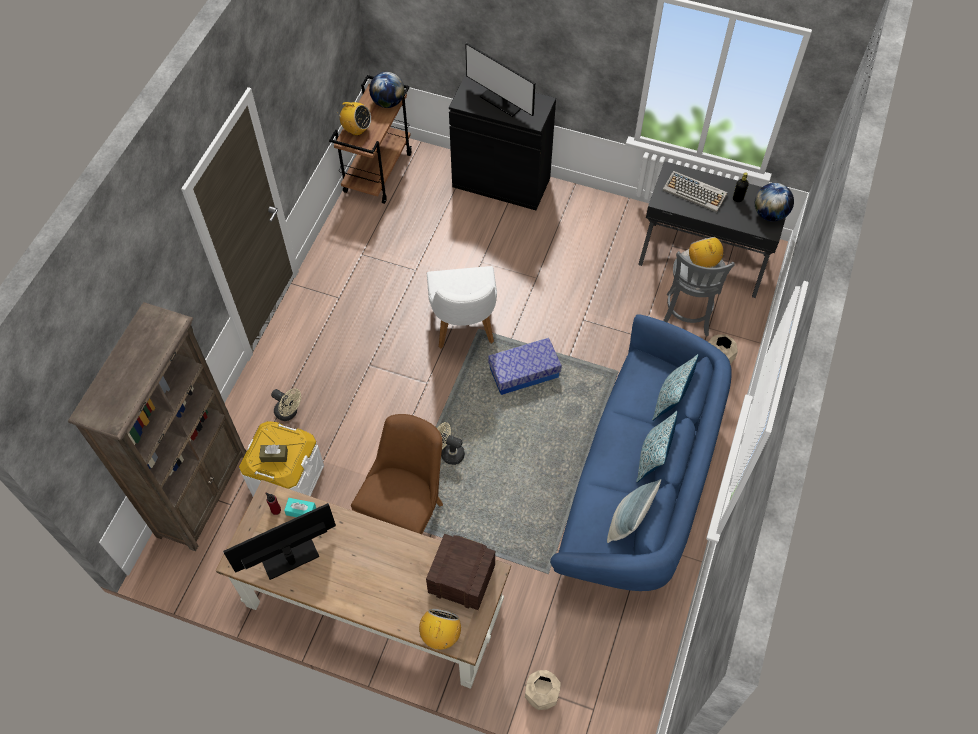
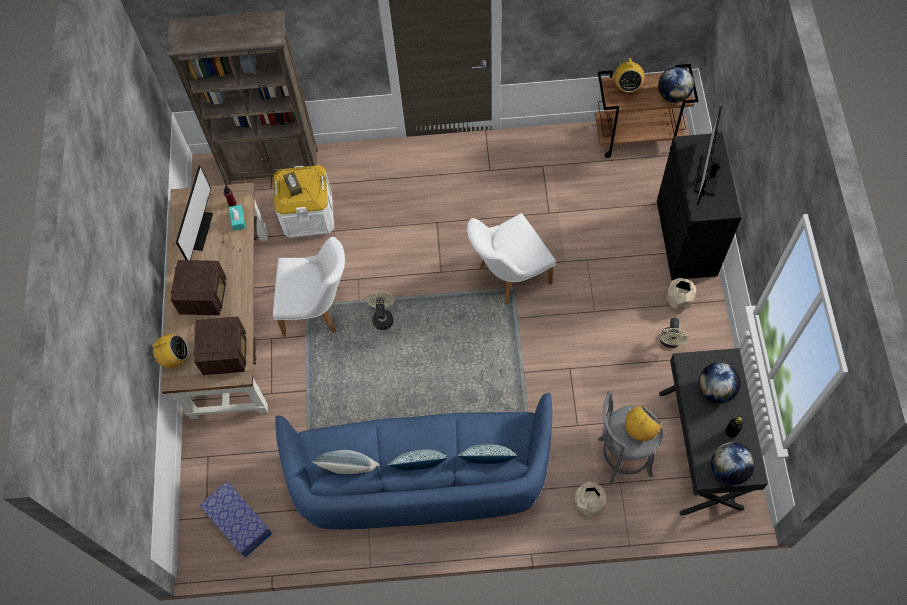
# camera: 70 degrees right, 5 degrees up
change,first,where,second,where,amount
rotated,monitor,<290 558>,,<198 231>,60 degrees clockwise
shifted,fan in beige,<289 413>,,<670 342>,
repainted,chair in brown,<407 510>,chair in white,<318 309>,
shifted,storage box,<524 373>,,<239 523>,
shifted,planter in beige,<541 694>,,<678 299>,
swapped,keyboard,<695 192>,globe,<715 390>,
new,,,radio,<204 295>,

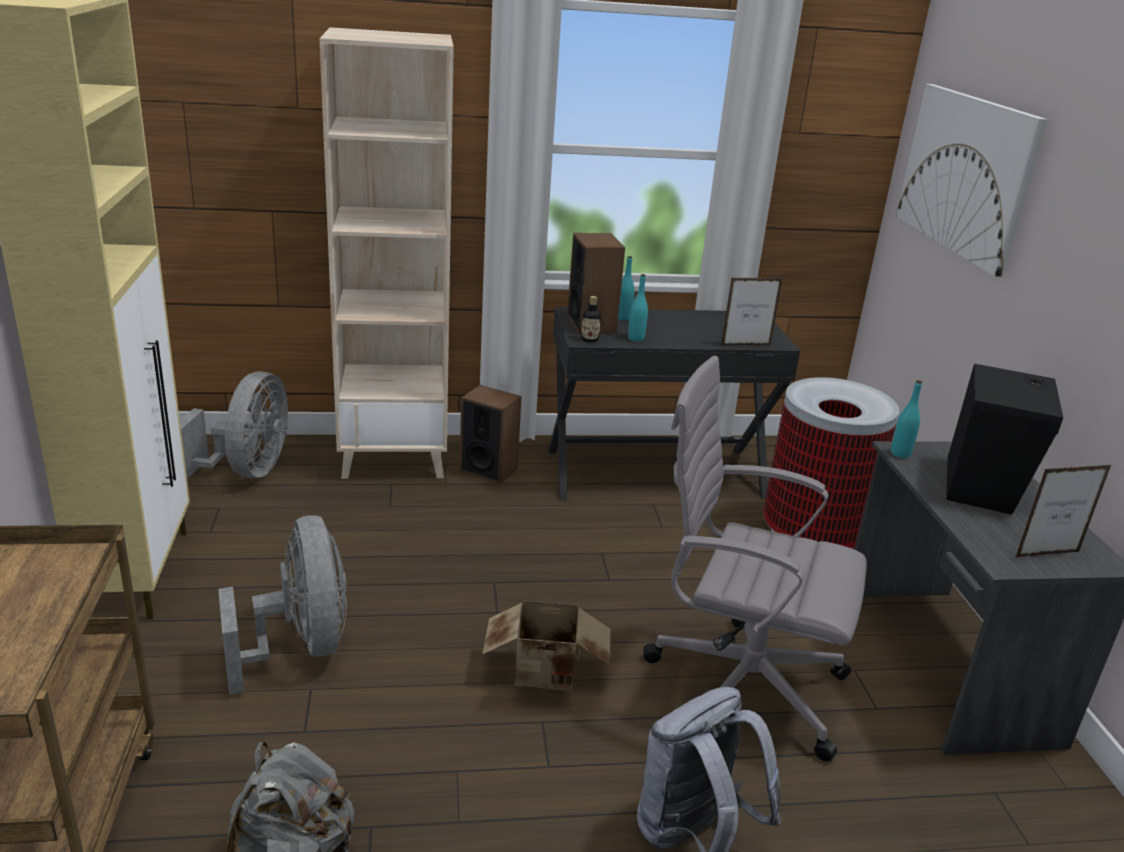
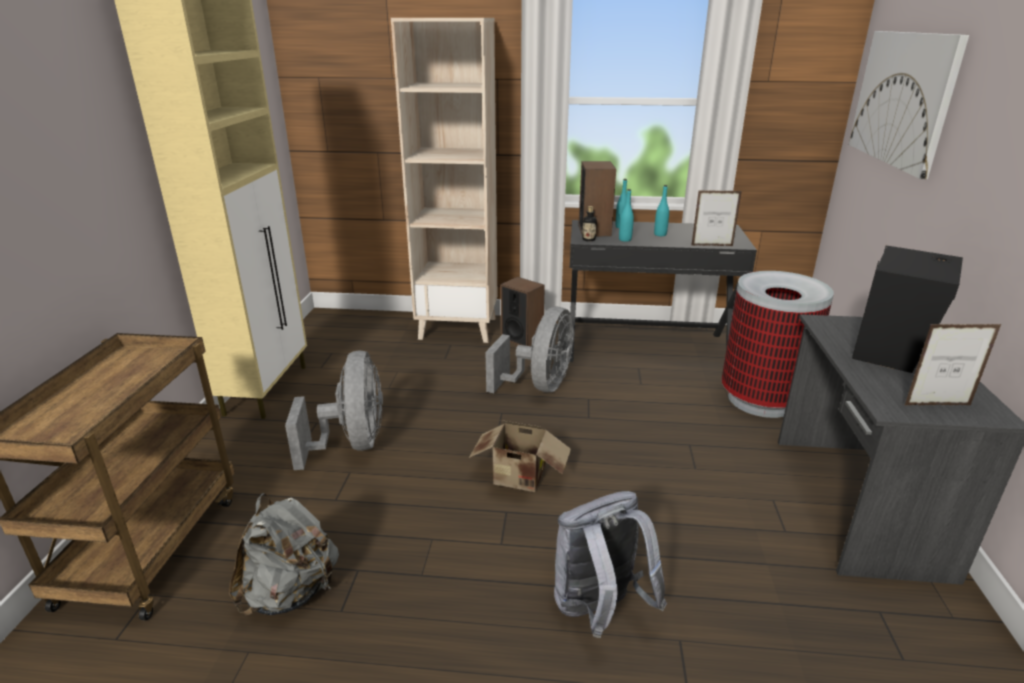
# camera: 15 degrees right, 0 degrees up
change,first,where,second,where,amount
shifted,fan in grey,<246 471>,,<539 386>,
gone,office chair in grey,<739 686>,,,
shifted,bottle in turquoise,<900 453>,,<660 234>,

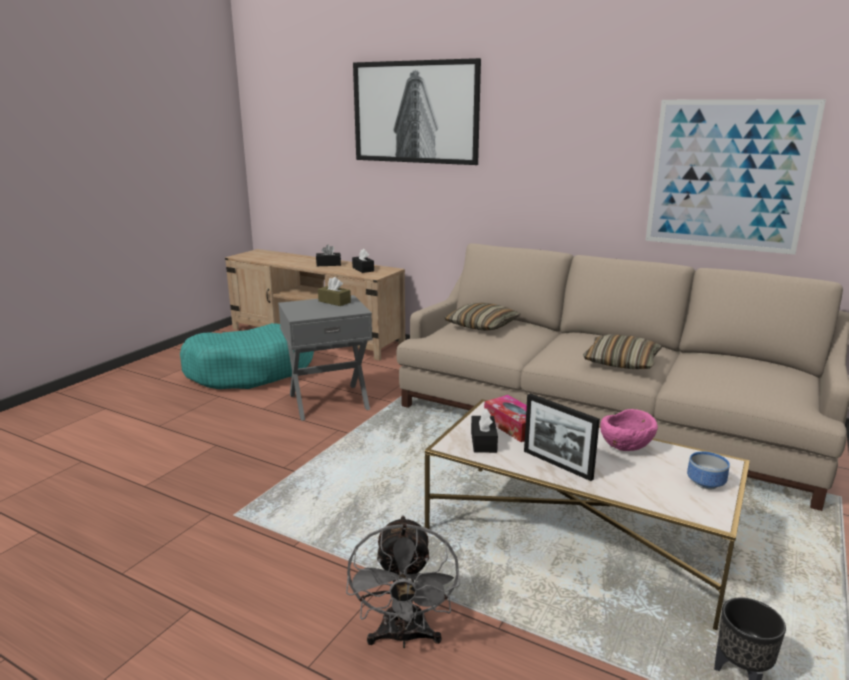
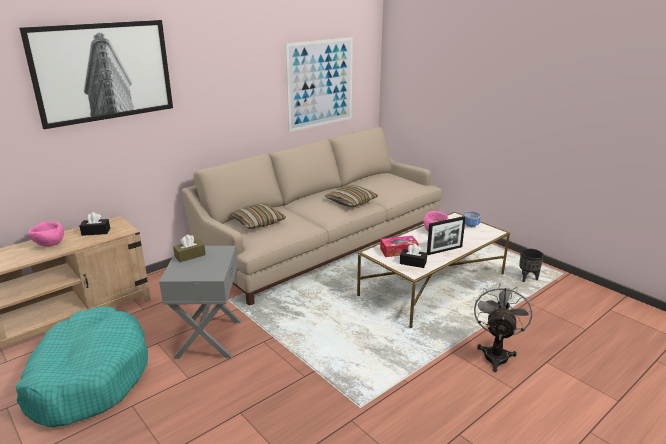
# camera: 70 degrees left, 5 degrees up
change,first,where,second,where,amount
swapped,tissue box in black,<328 264>,bowl in pink,<49 244>,
rotated,fan in grey,<404 637>,,<496 353>,90 degrees counterclockwise

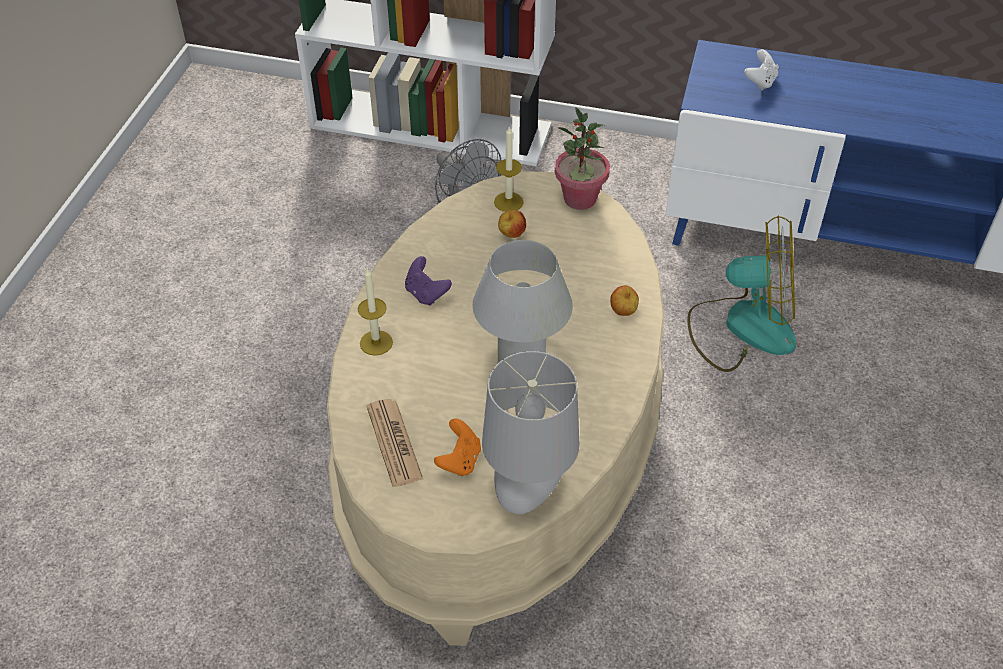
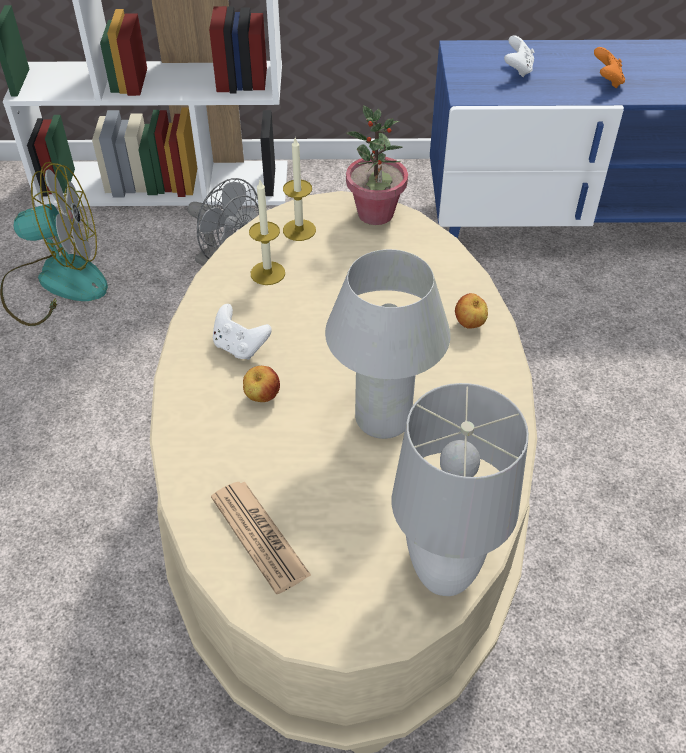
# camera: 15 degrees left, 0 degrees up
change,first,where,second,where,amount
shifted,candle,<376 343>,,<267 273>,
repainted,game controller in purple,<426 293>,game controller in white,<240 347>,
shifted,game controller in orange,<459 460>,,<606 81>,
shifted,apple,<511 234>,,<262 397>,
shifted,fan,<742 327>,,<55 282>,

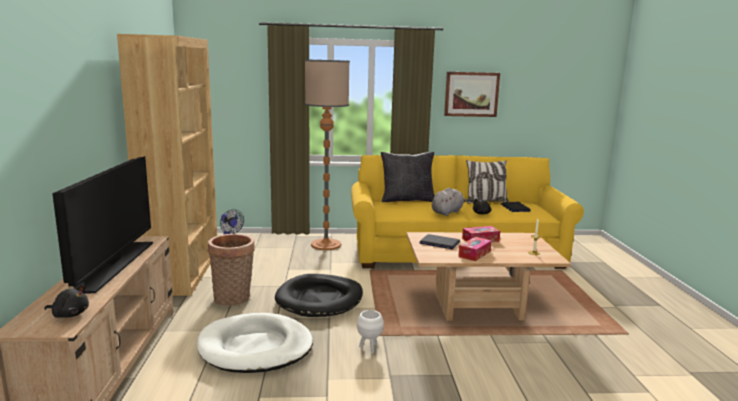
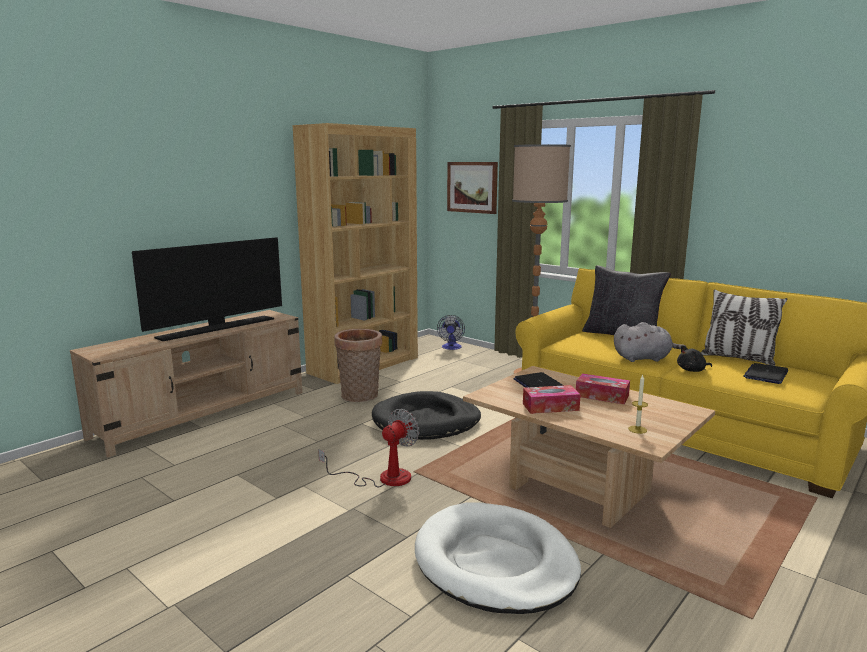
# camera: 45 degrees right, 0 degrees up
change,first,where,second,where,amount
gone,plush toy in black,<69 314>,,,
shifted,dog bed in white,<255 347>,,<495 563>,
swapped,planter in white,<369 348>,fan,<383 478>,
shifted,picture,<471 94>,,<472 187>,

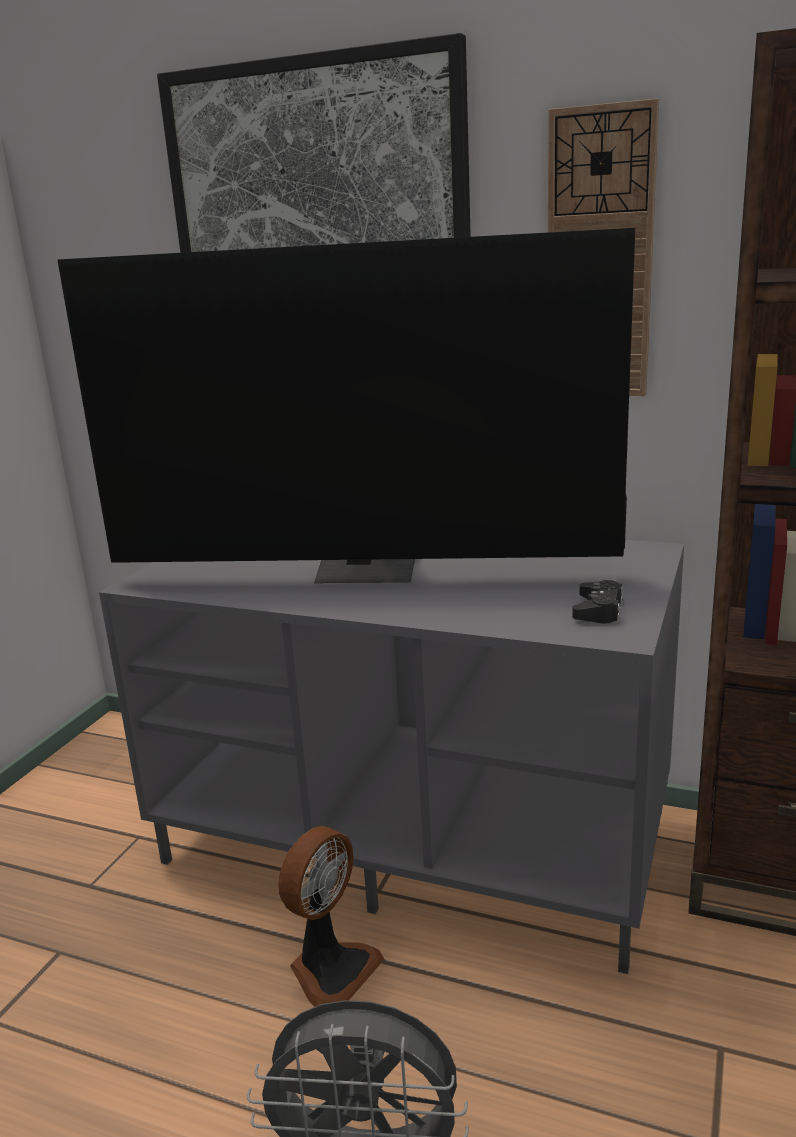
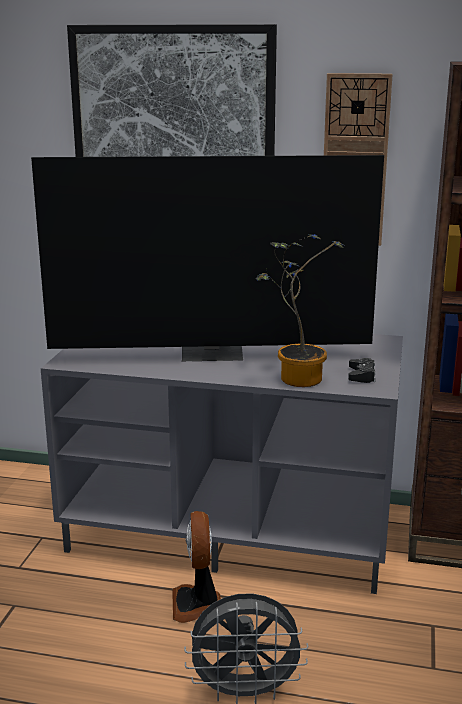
# camera: 10 degrees left, 0 degrees up
change,first,where,second,where,amount
rotated,fan,<331 970>,,<197 603>,150 degrees clockwise
new,,,potted plant,<296 377>,

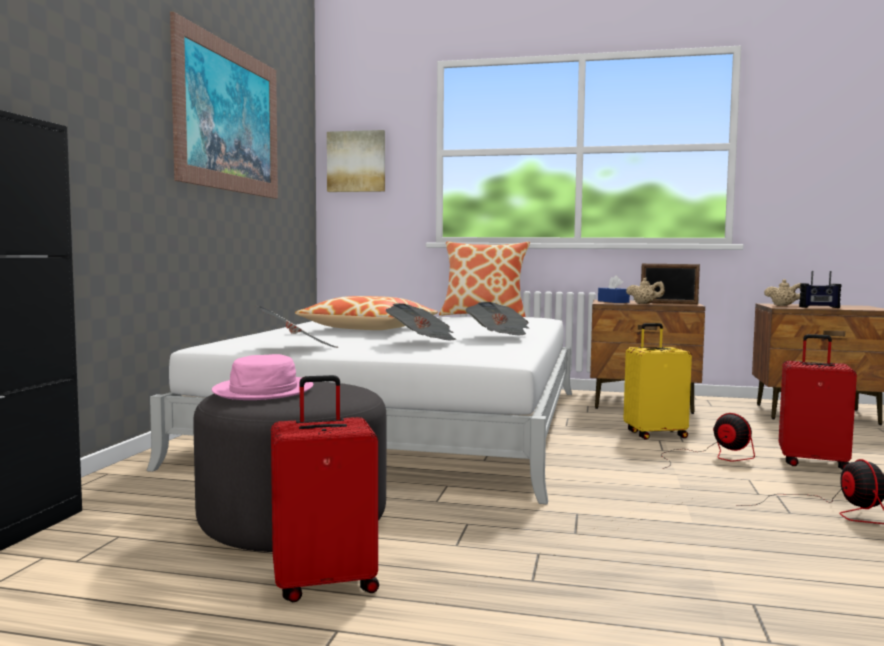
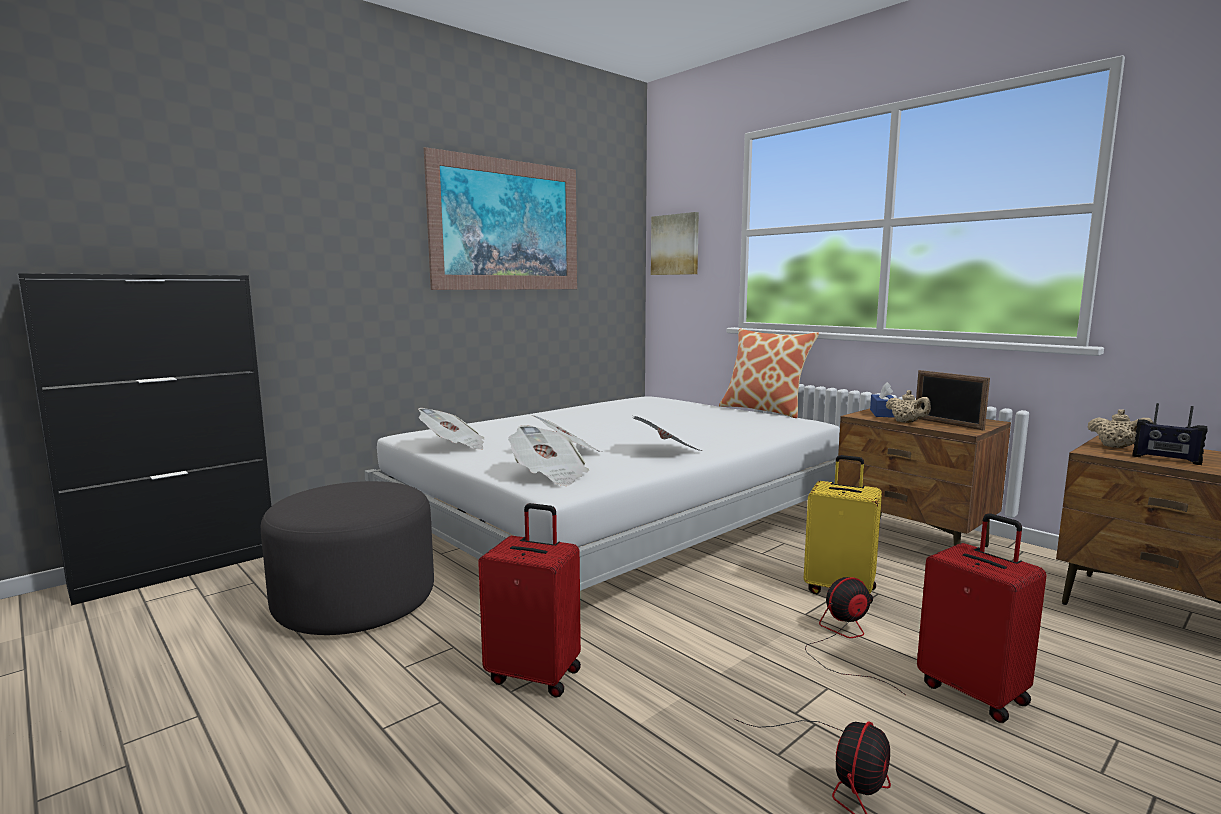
# camera: 35 degrees right, 5 degrees up
change,first,where,second,where,amount
gone,hat in pink,<264 390>,,,
shifted,suitcase in red,<325 583>,,<535 674>,
gone,pillow,<368 328>,,,
rotated,fan,<711 457>,,<844 641>,105 degrees counterclockwise
new,,,newspaper,<549 476>,

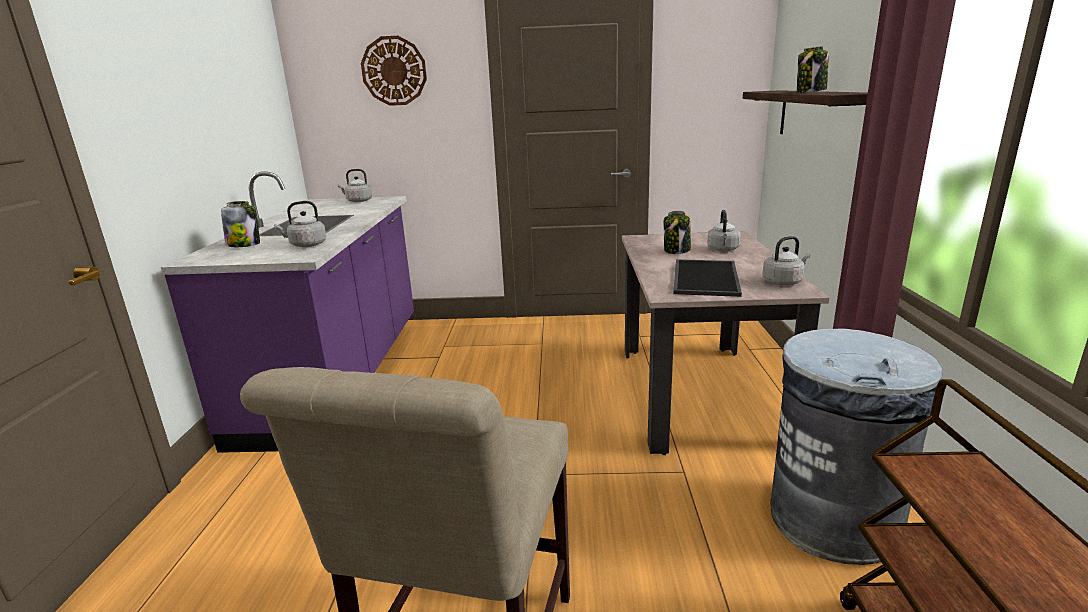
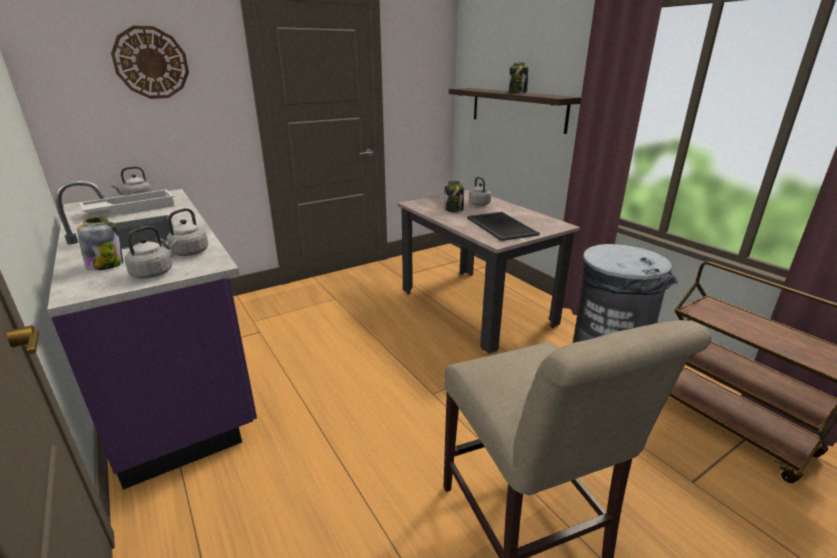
# camera: 35 degrees left, 5 degrees up
change,first,where,second,where,amount
shifted,kettle in grey,<783 282>,,<154 272>,
new,,,tray in white,<131 209>,

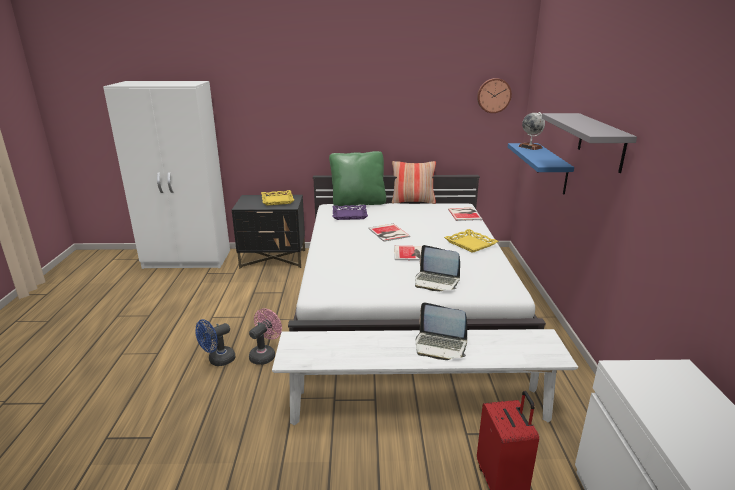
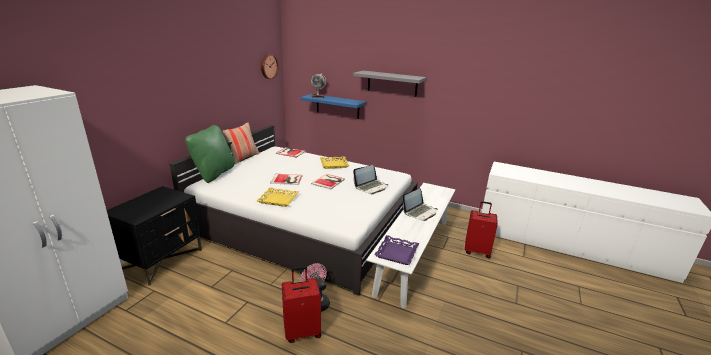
# camera: 65 degrees left, 0 degrees up
change,first,where,second,where,amount
swapped,fan in blue,<218 360>,suitcase in red,<302 331>,
shifted,tray in yellow,<277 200>,,<278 200>,
shifted,tray in purple,<349 215>,,<397 253>,

